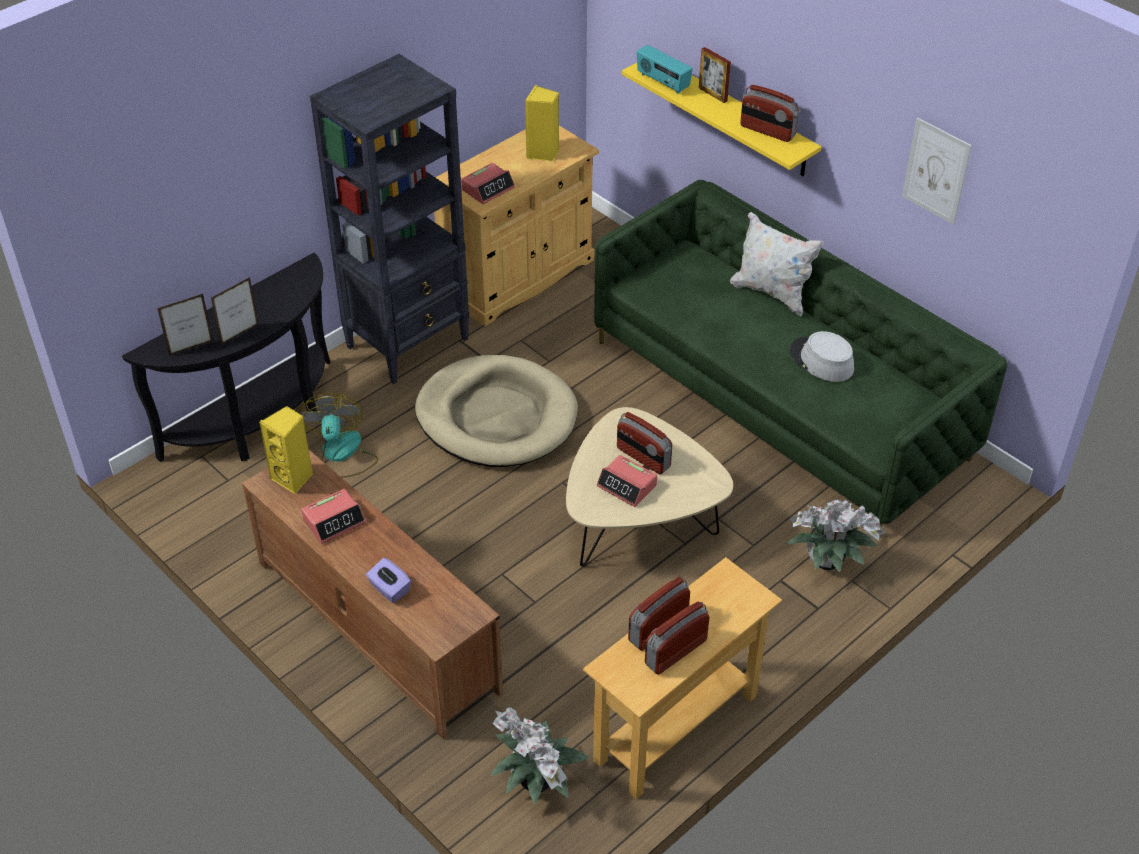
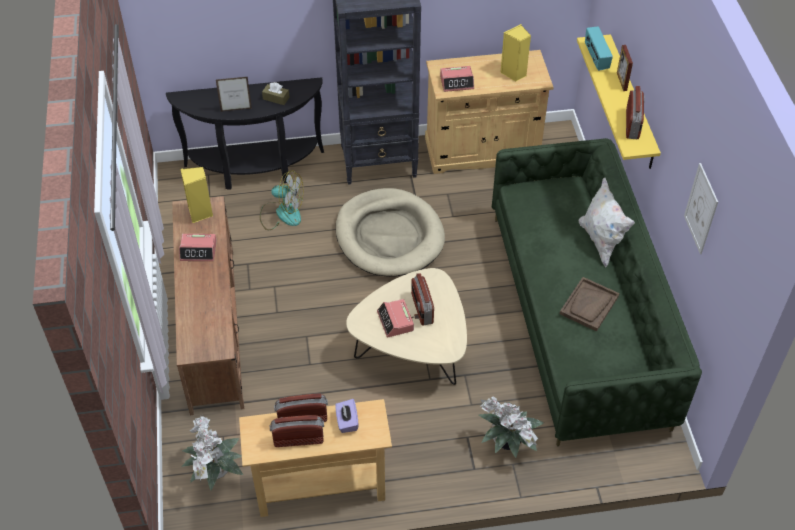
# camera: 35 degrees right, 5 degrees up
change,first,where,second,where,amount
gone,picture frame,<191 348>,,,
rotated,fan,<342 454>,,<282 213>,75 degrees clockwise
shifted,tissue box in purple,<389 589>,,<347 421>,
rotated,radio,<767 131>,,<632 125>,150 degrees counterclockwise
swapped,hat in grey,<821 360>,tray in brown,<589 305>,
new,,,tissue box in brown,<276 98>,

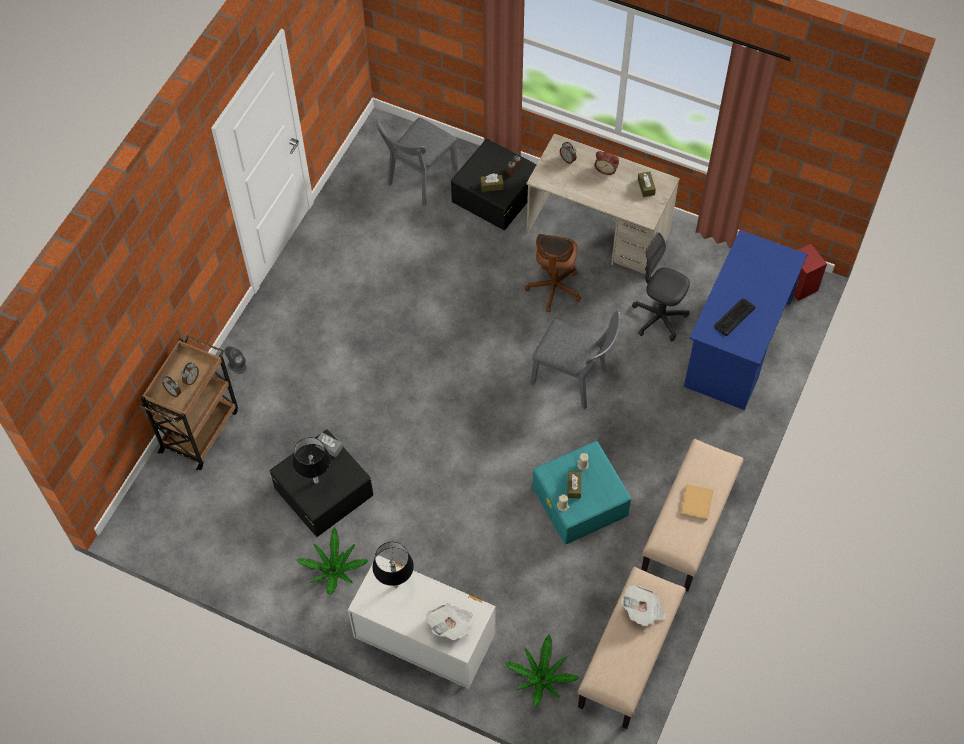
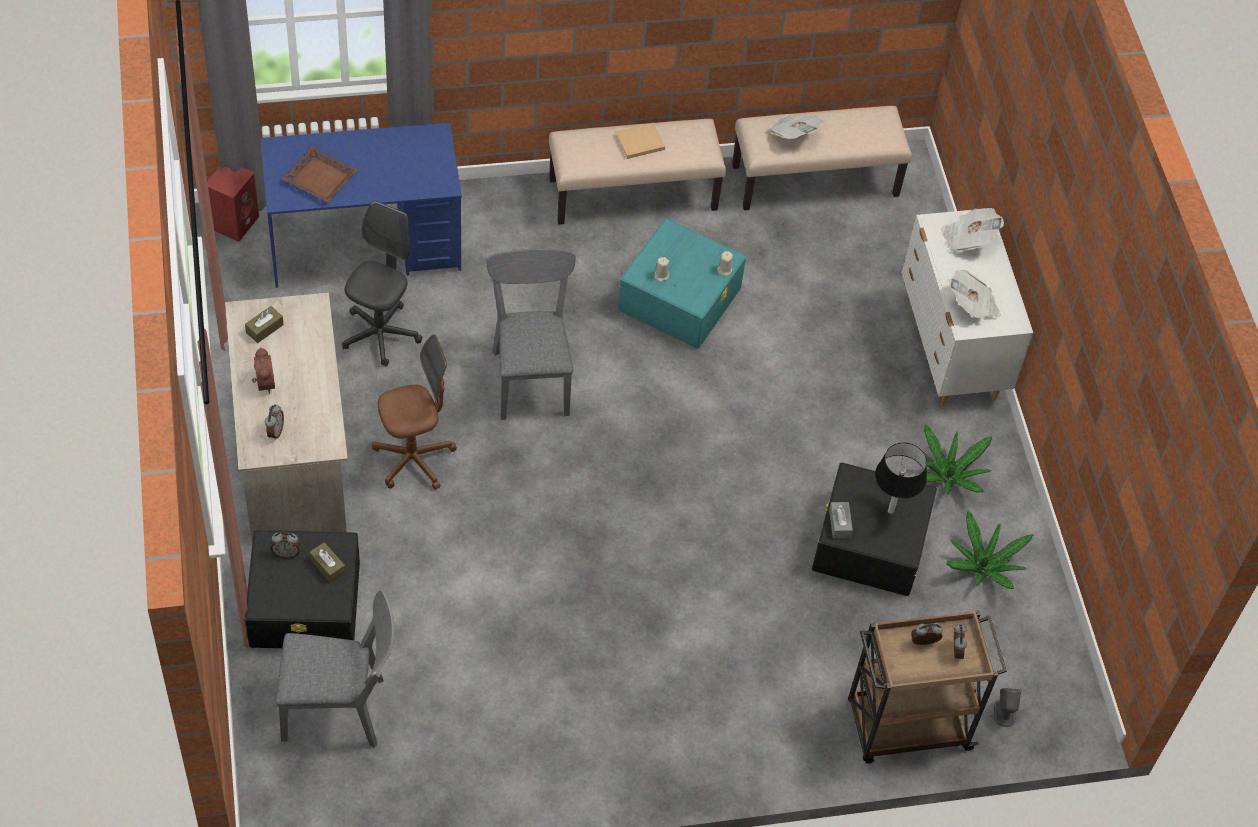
# camera: 130 degrees left, 5 degrees down
change,first,where,second,where,amount
shifted,speaker in grey,<237 365>,,<1004 713>,
swapped,table lamp in black,<395 586>,newspaper,<972 306>,
shifted,potted plant,<541 678>,,<983 567>,
gone,tissue box in brown,<574 487>,,,
rotated,office chair in grey,<659 318>,,<380 334>,150 degrees counterclockwise
gone,keyboard,<734 317>,,,
new,,,tray in brown,<320 178>,

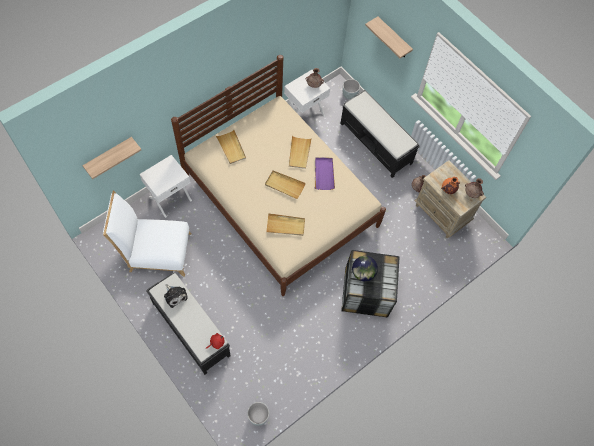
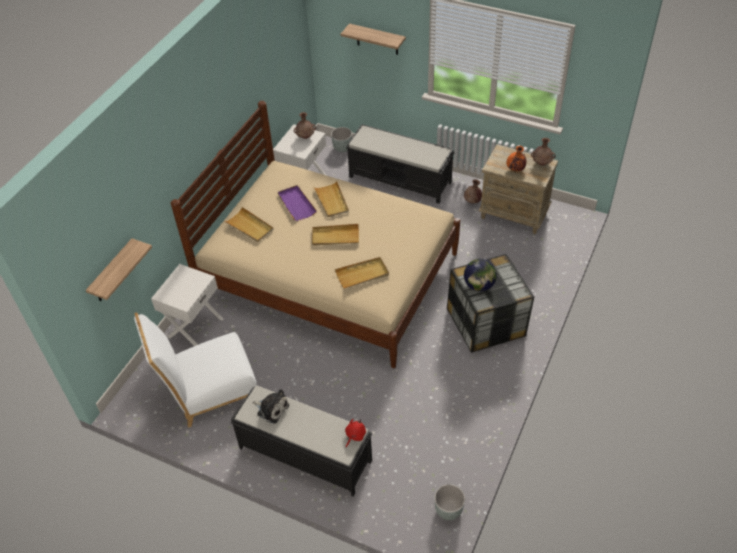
# camera: 20 degrees left, 15 degrees down
change,first,where,second,where,amount
shifted,tray in purple,<324 174>,,<296 204>,

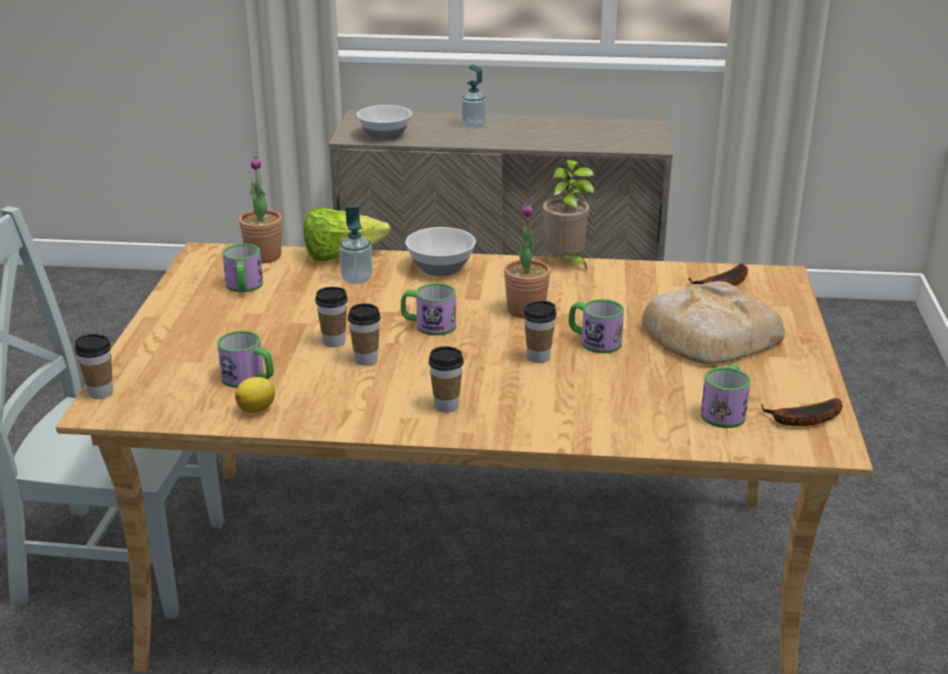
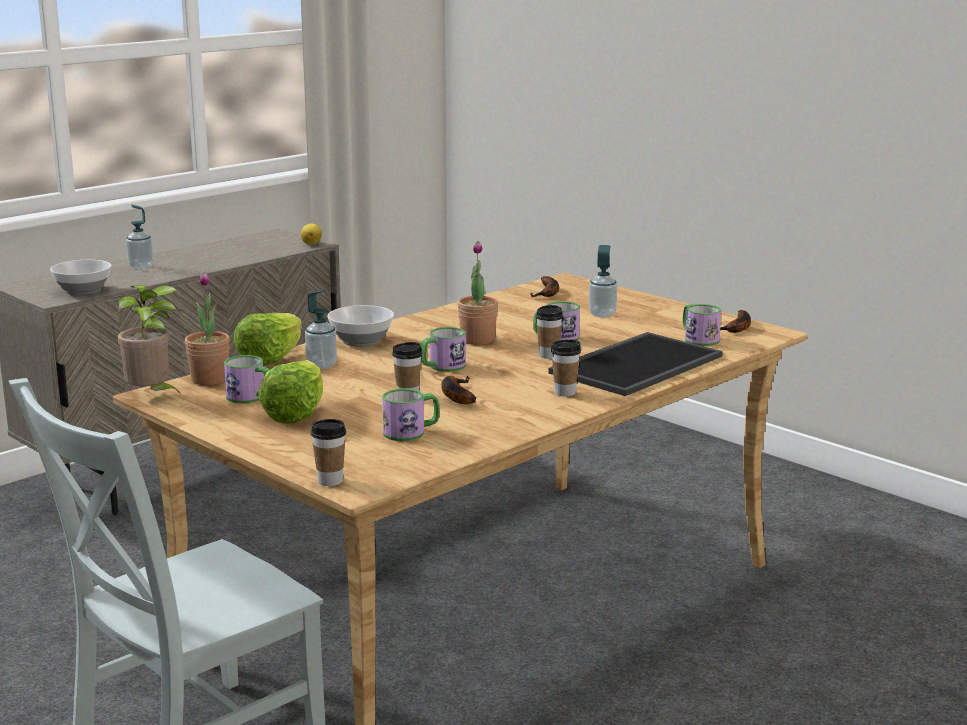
# camera: 50 degrees left, 10 degrees down
change,first,where,second,where,amount
shifted,lemon,<257 409>,,<312 244>,
swapped,cup,<366 360>,banana,<455 395>,
shifted,potted plant,<566 263>,,<152 396>,
swapped,bread,<708 334>,soap dispenser,<602 314>,
new,,,lettuce,<296 414>,
new,,,tray,<635 363>,

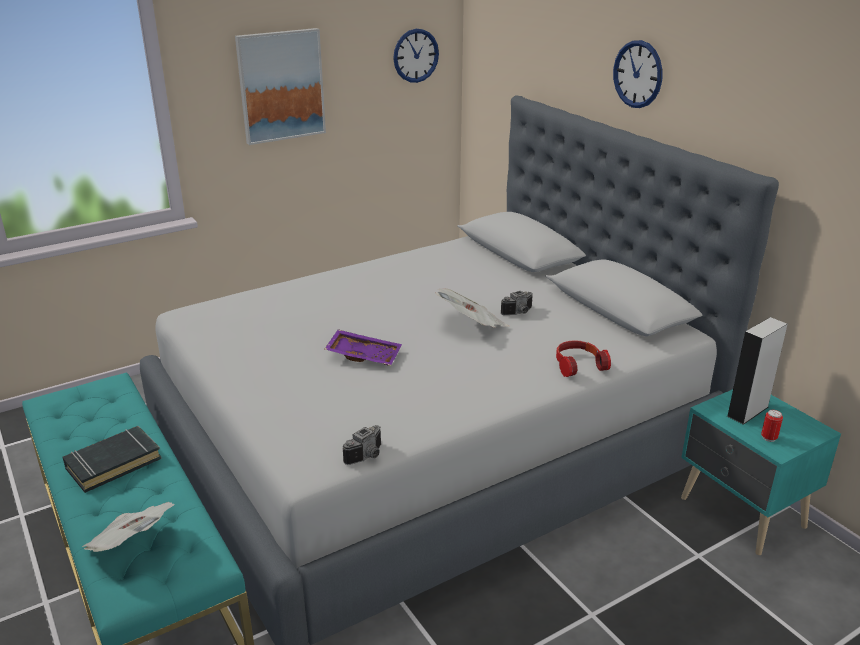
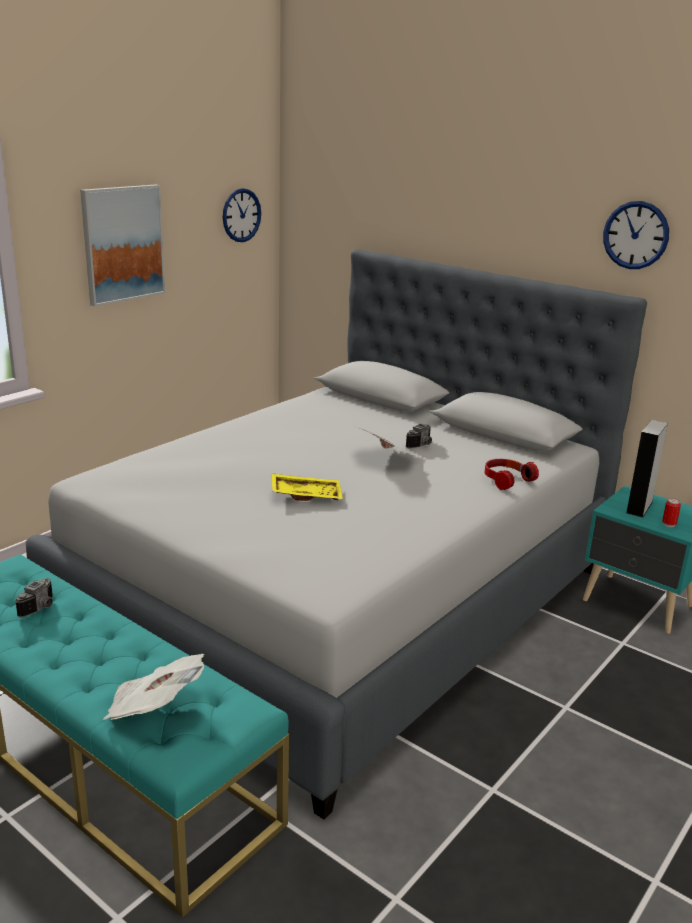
# camera: 20 degrees left, 5 degrees down
change,first,where,second,where,amount
gone,book in black,<113 463>,,,
repainted,tray in purple,<364 355>,tray in yellow,<306 495>,
shifted,photo camera,<367 456>,,<41 608>,
shifted,wall clock,<638 74>,,<635 235>,

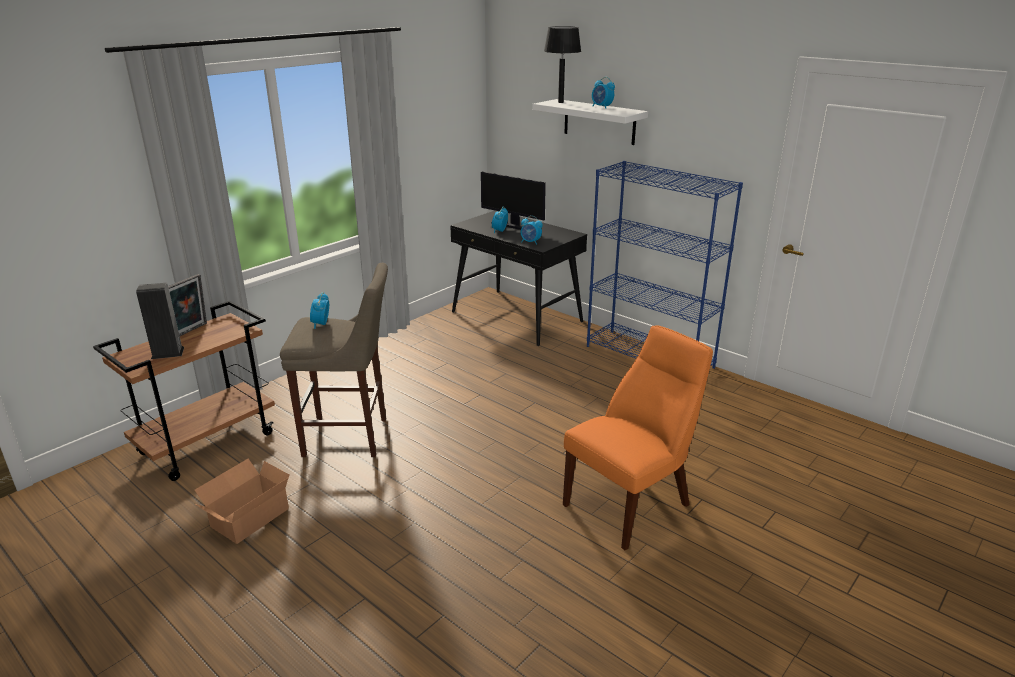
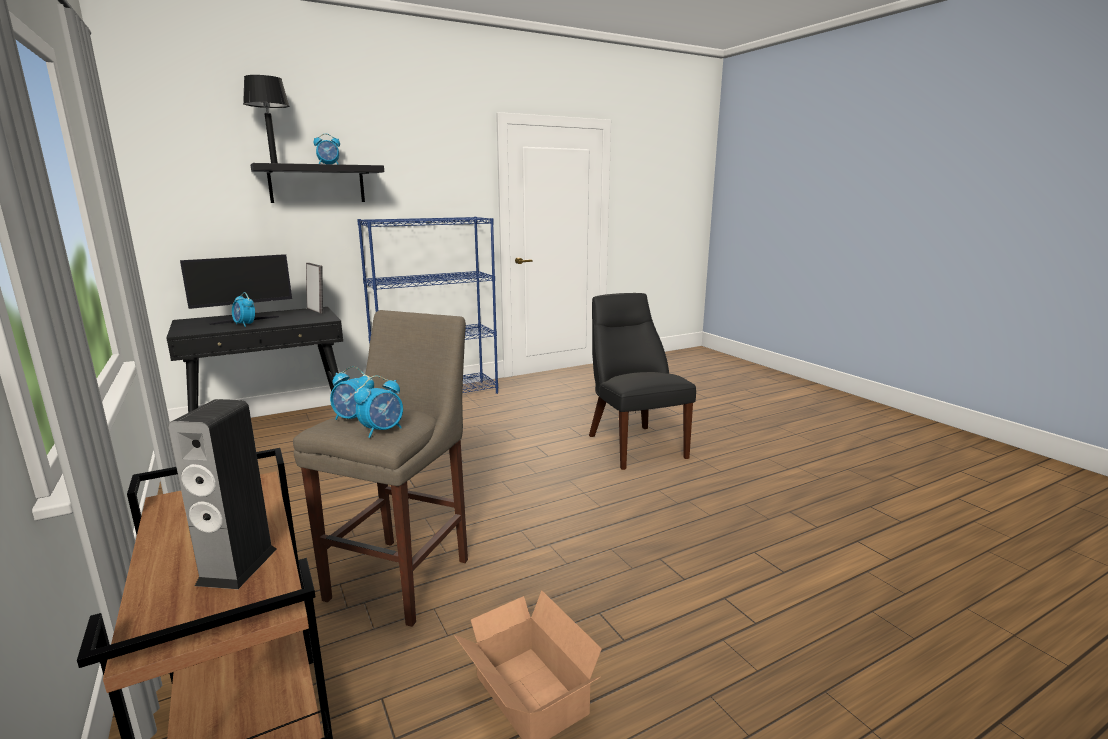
# camera: 70 degrees left, 10 degrees down
change,first,where,second,where,amount
shifted,picture frame,<191 331>,,<317 310>,
shifted,alarm clock,<530 242>,,<382 430>,
repainted,shelf in white,<599 122>,shelf in black,<317 184>,
repainted,chair in orange,<631 503>,chair in black,<633 444>,

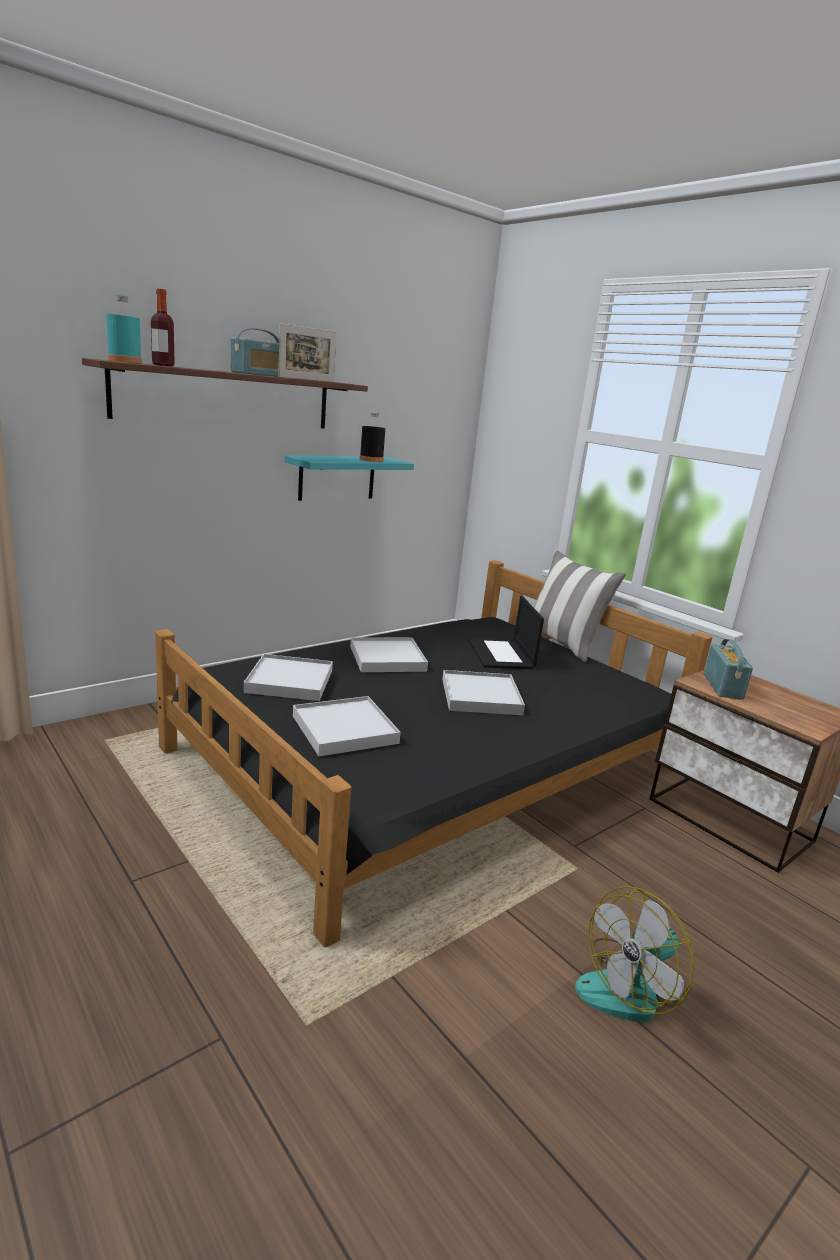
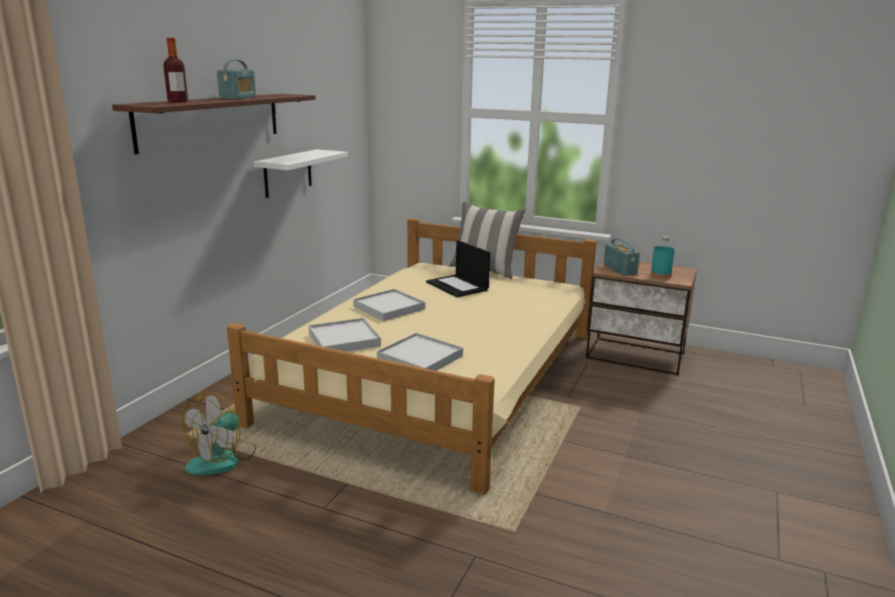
# camera: 25 degrees left, 0 degrees up
change,first,where,second,where,amount
shifted,bottle in turquoise,<125 361>,,<660 275>,
repainted,bed in black,<429 760>,bed in beige,<438 375>,
gone,picture frame,<306 379>,,,
repainted,shelf in turquoise,<337 477>,shelf in white,<288 173>,
gone,bottle in black,<371 460>,,,
gone,tray in white,<480 696>,,,
shifted,fan,<630 989>,,<223 459>,

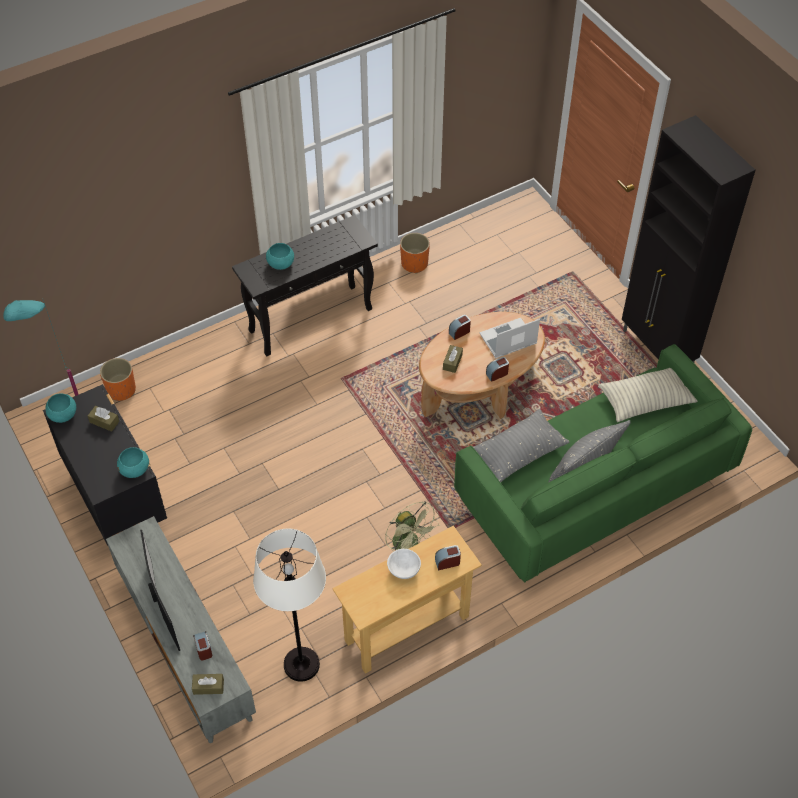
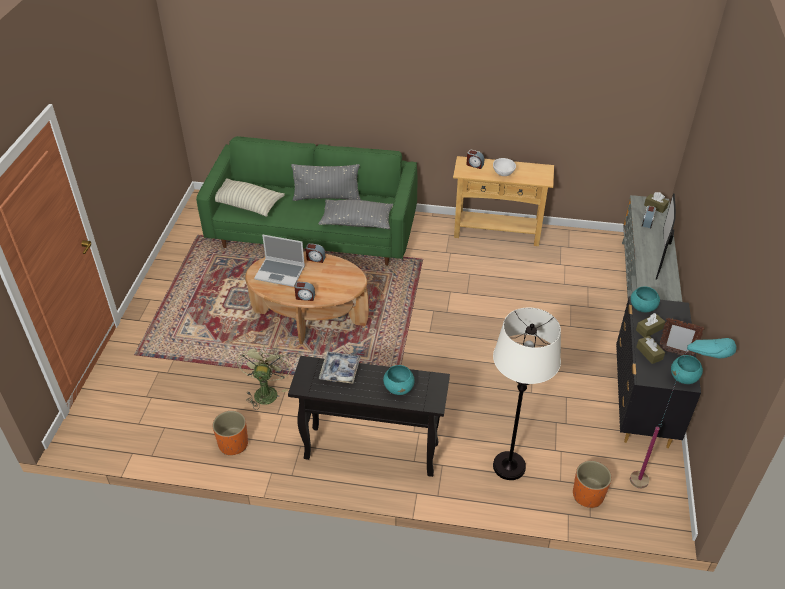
# camera: 140 degrees left, 10 degrees down
change,first,where,second,where,amount
shifted,floor lamp in white,<301 664>,,<509 466>,
shifted,fan in green,<410 545>,,<265 391>,
shifted,tissue box in brown,<452 362>,,<649 329>,
gone,cabinet in black,<657 350>,,,
new,,,tray,<340 370>,
new,,,picture frame,<675 353>,

